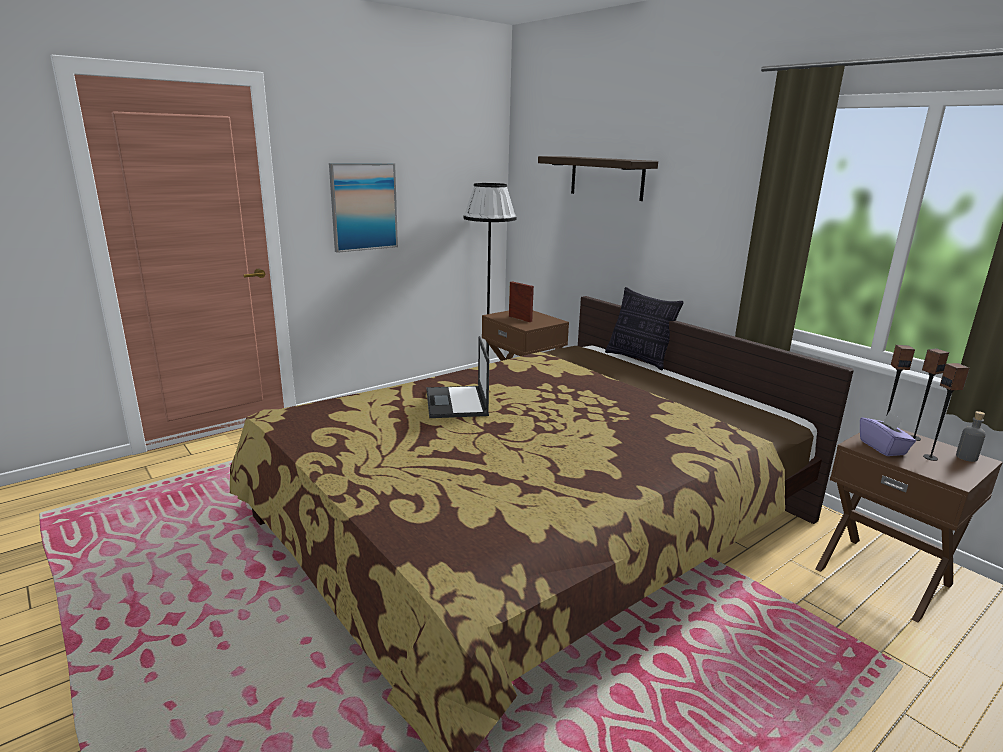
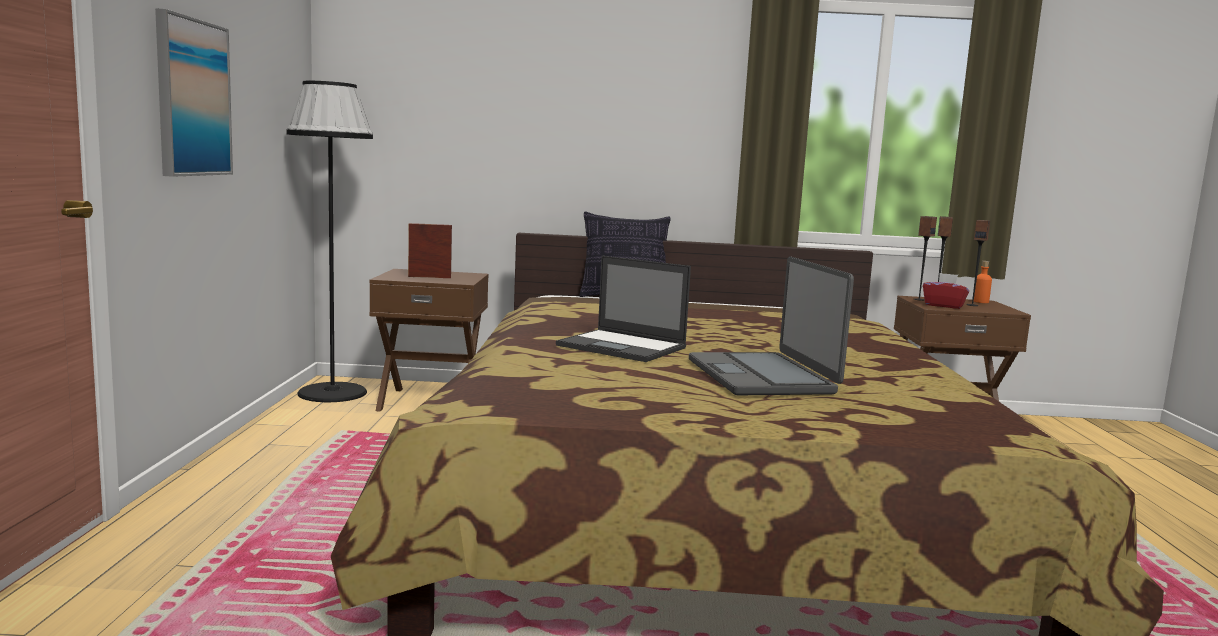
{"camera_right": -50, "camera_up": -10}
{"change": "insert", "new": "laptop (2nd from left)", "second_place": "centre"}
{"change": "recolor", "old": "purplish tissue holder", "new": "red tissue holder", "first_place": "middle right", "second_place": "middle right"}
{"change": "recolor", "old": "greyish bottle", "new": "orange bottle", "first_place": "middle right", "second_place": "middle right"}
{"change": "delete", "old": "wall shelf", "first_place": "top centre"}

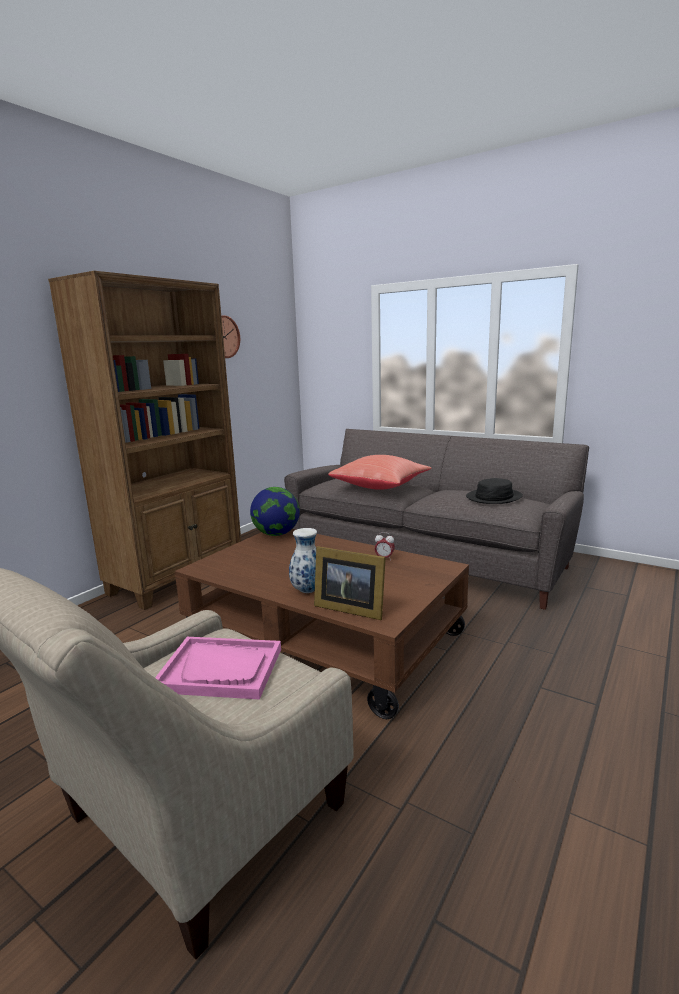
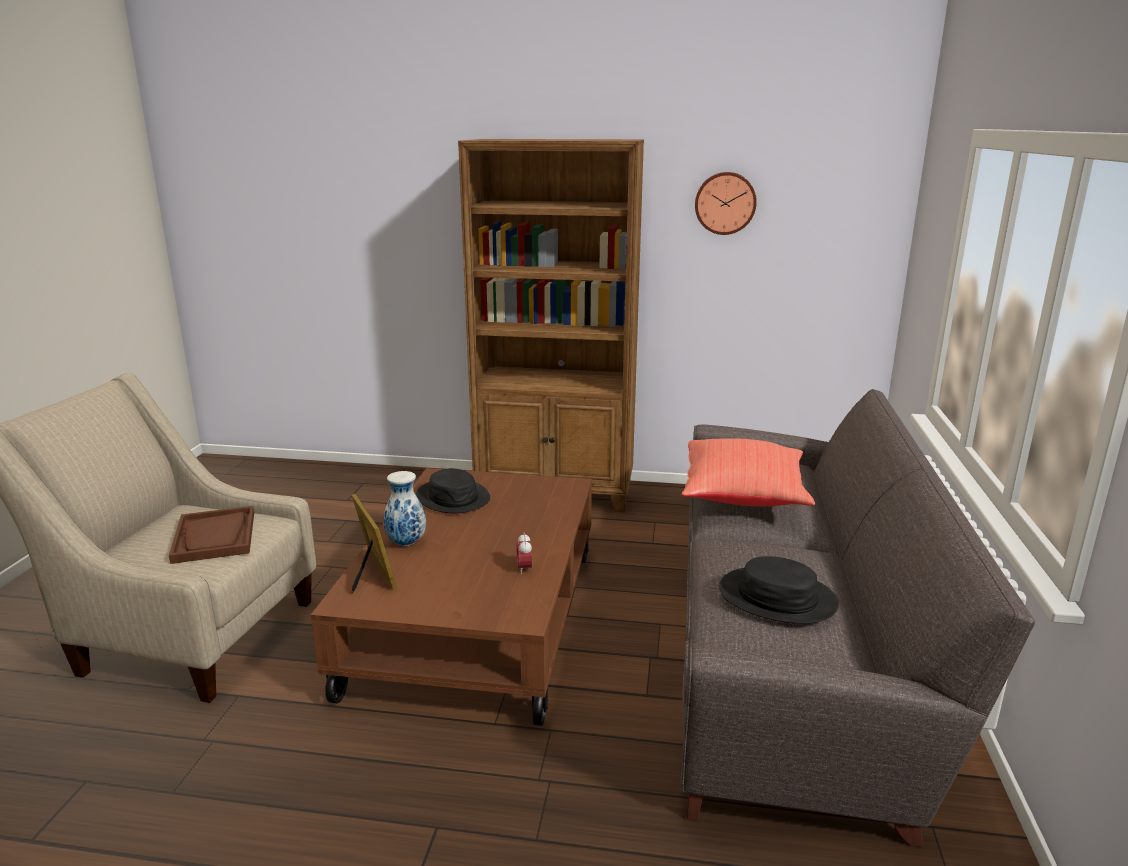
{"camera_right": 65, "camera_up": 5}
{"change": "recolor", "old": "pink tray", "new": "brown-coloured tray", "first_place": "bottom left", "second_place": "middle left"}
{"change": "rotate", "old": "photo frame", "first_place": "centre", "second_place": "middle left", "degrees": 150}
{"change": "insert", "new": "black wearable hat (1st from left)", "second_place": "centre"}
{"change": "delete", "old": "desk globe", "first_place": "centre"}

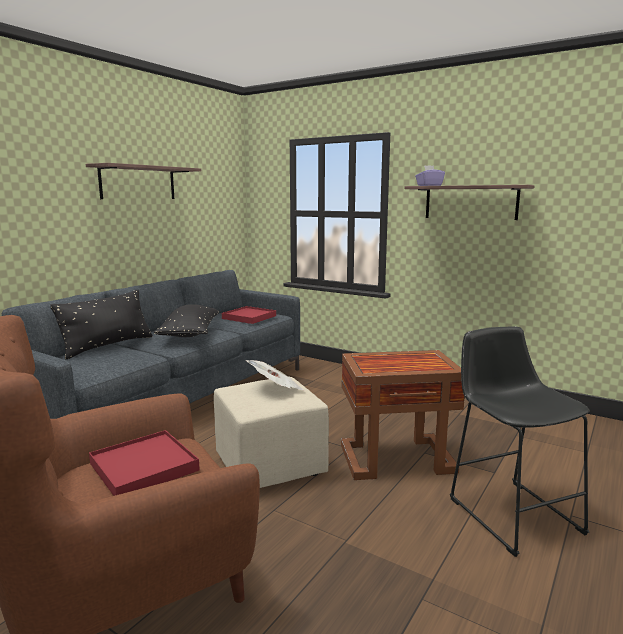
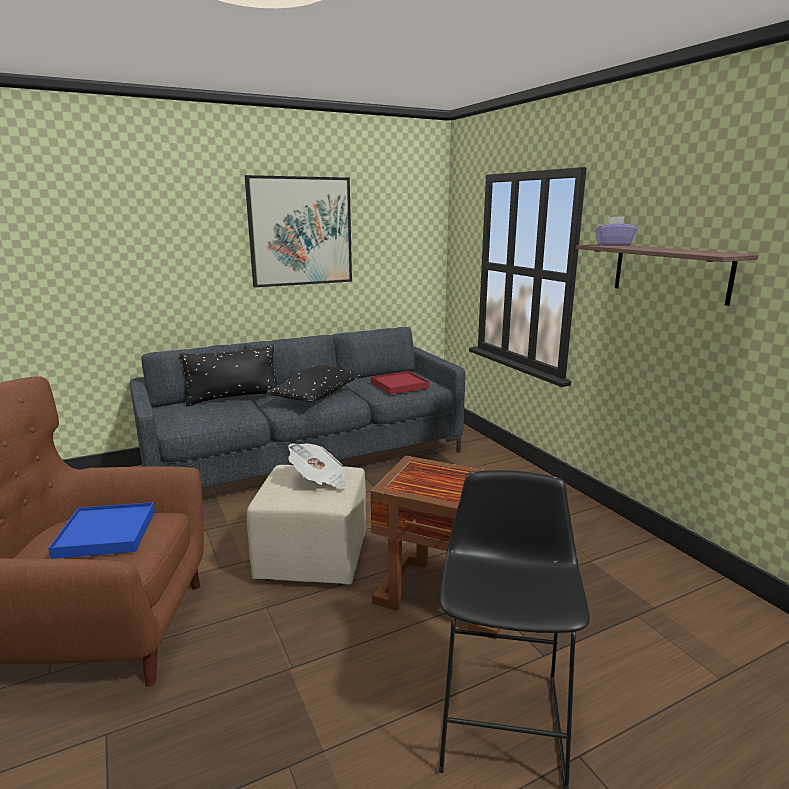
{"camera_right": 30, "camera_up": 5}
{"change": "recolor", "old": "red tray (1st from left)", "new": "blue-coloured tray", "first_place": "bottom left", "second_place": "bottom left"}
{"change": "replace", "old": "wall shelf (1st from left)", "new": "wall picture", "first_place": "top left", "second_place": "top centre"}

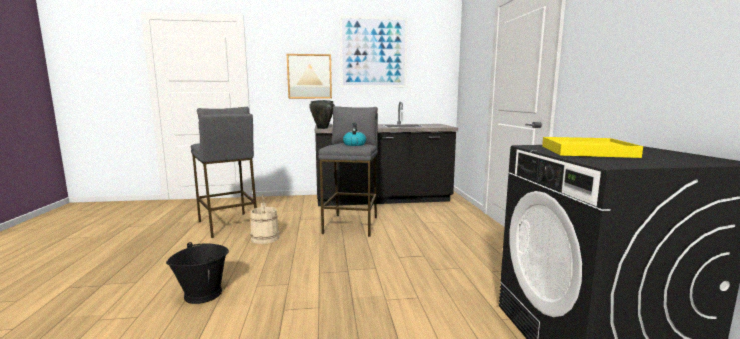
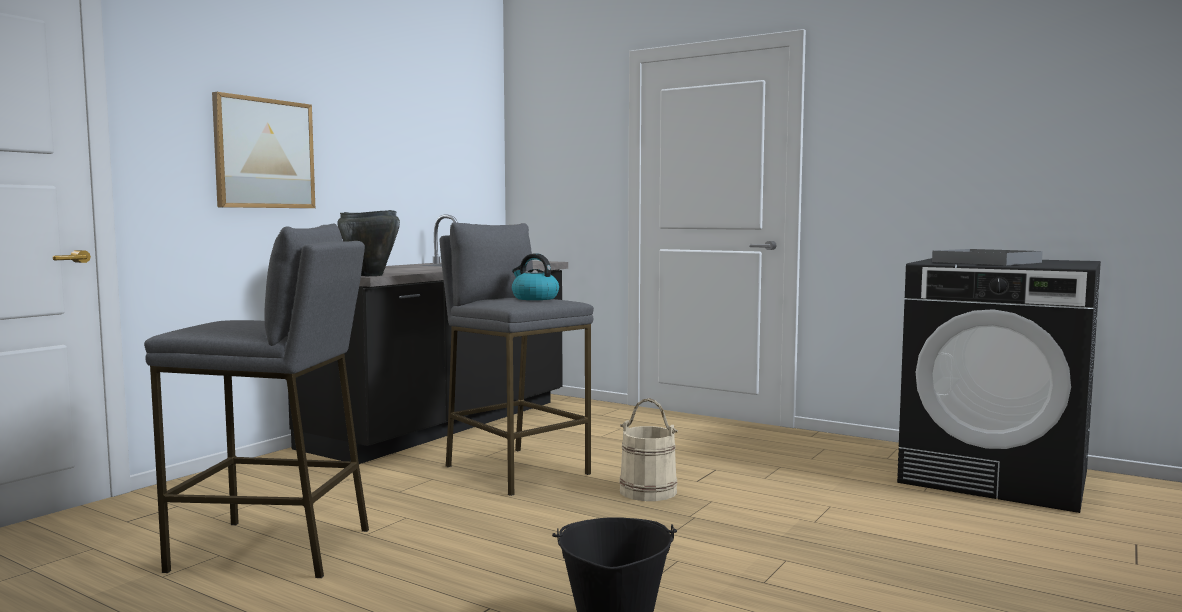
{"camera_right": -50, "camera_up": -5}
{"change": "move", "old": "beige water bucket", "first_place": "centre", "second_place": "bottom centre"}
{"change": "recolor", "old": "yellow tray", "new": "greyish tray", "first_place": "middle right", "second_place": "middle right"}
{"change": "delete", "old": "wall picture (2nd from left)", "first_place": "top centre"}

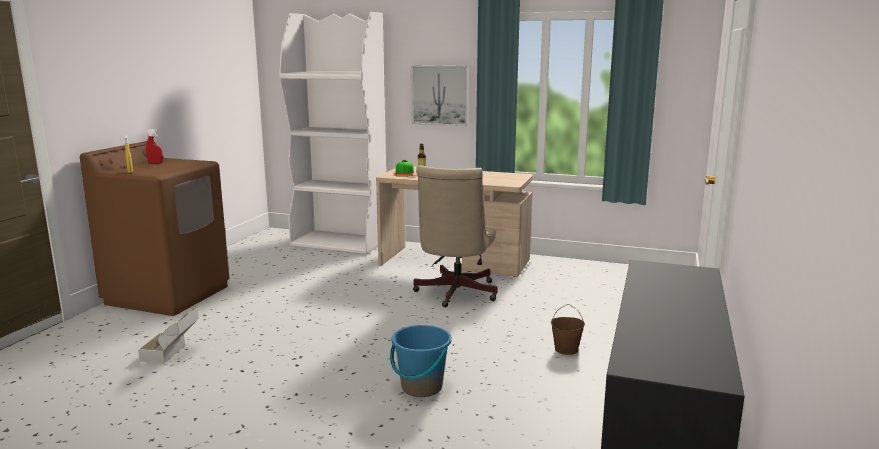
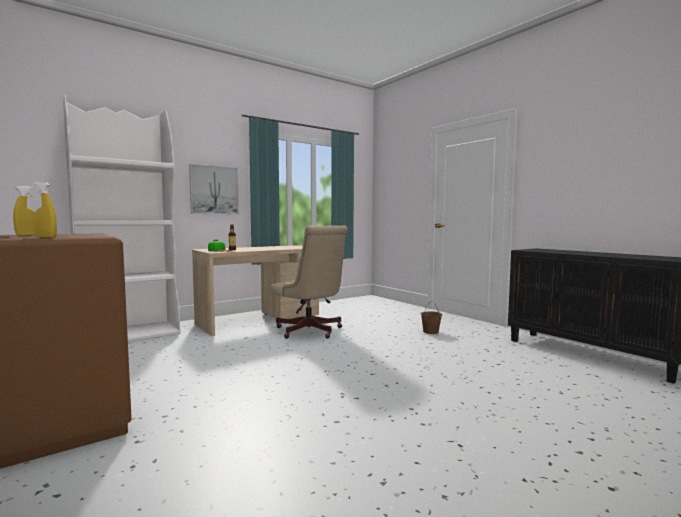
{"camera_right": -55, "camera_up": -10}
{"change": "recolor", "old": "red spray bottle", "new": "yellow spray bottle (1st from left)", "first_place": "top left", "second_place": "middle left"}
{"change": "delete", "old": "packing box", "first_place": "bottom left"}
{"change": "delete", "old": "blue-coloured water bucket", "first_place": "bottom centre"}

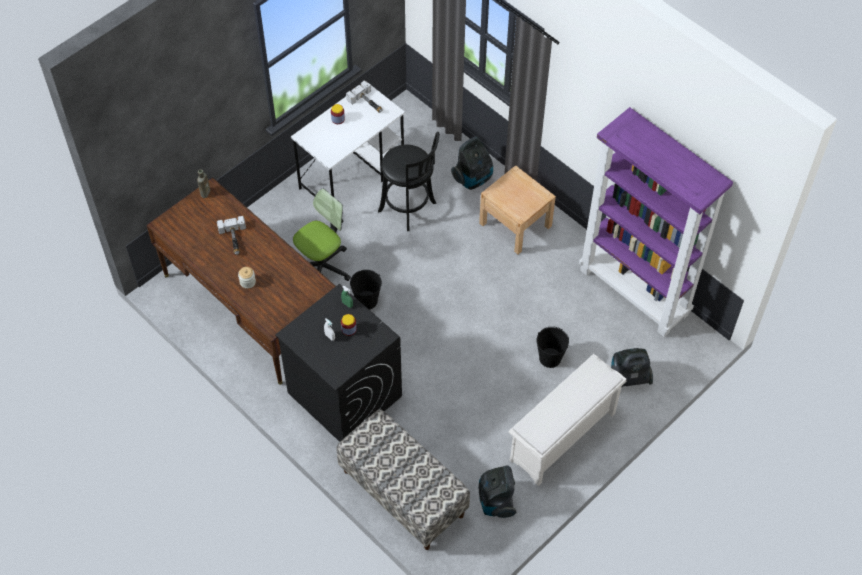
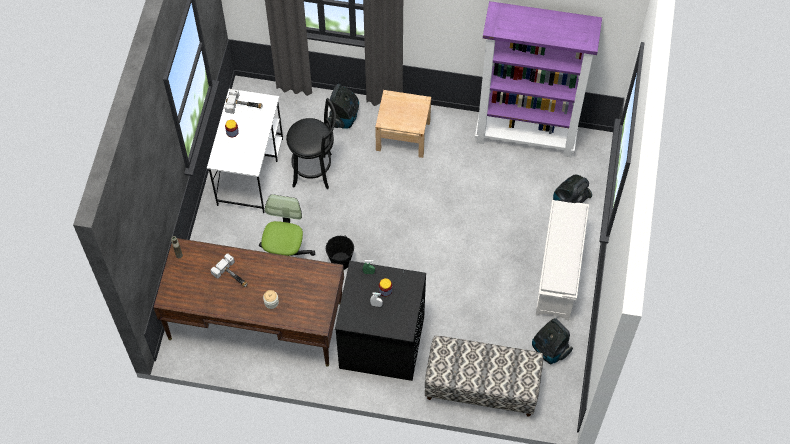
{"camera_right": -35, "camera_up": 5}
{"change": "delete", "old": "black water bucket (2nd from left)", "first_place": "centre"}

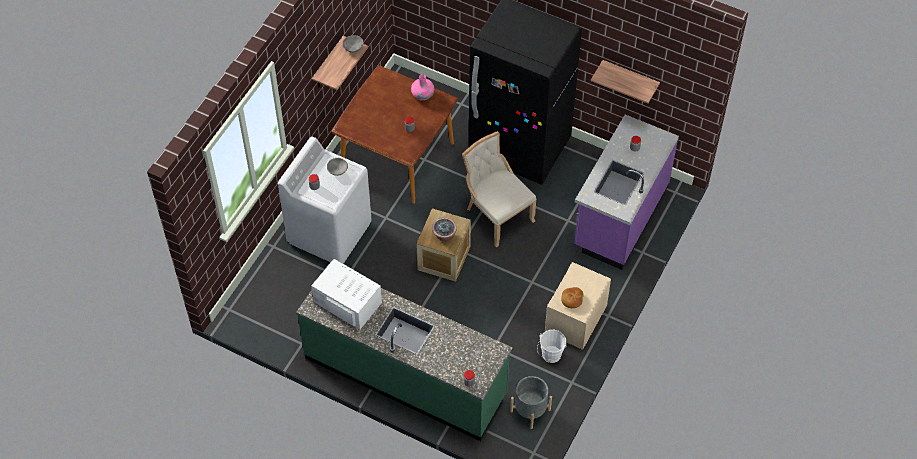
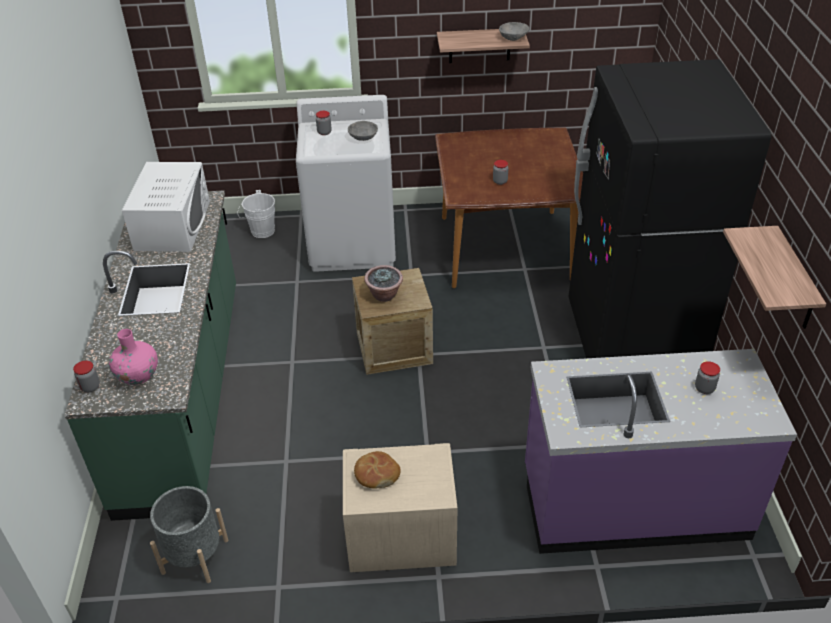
{"camera_right": 60, "camera_up": -15}
{"change": "move", "old": "pink vase", "first_place": "top centre", "second_place": "middle left"}
{"change": "move", "old": "white water bucket", "first_place": "bottom centre", "second_place": "middle left"}
{"change": "delete", "old": "beige chair", "first_place": "centre"}

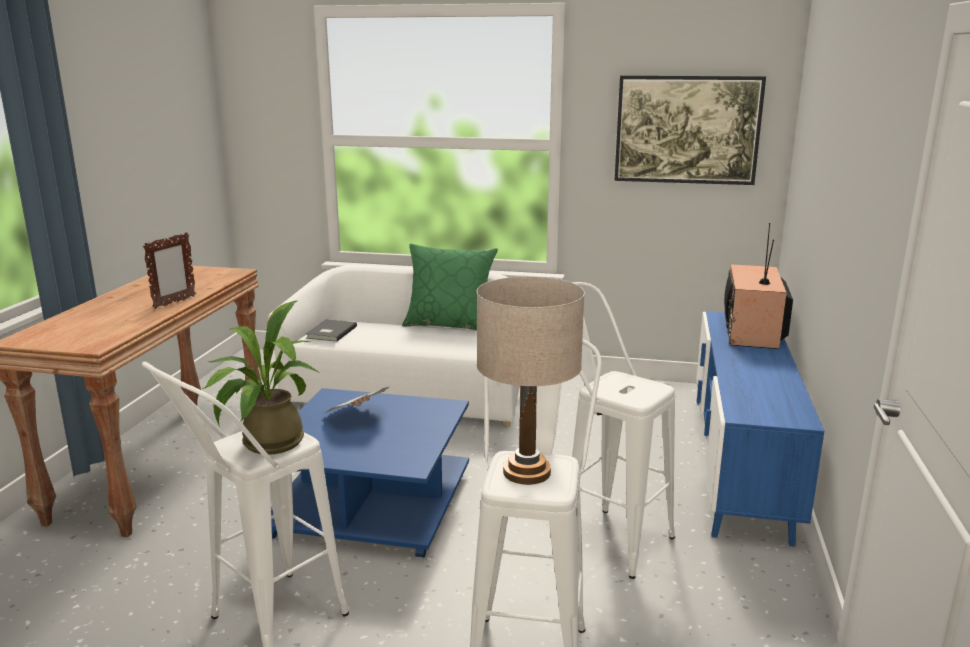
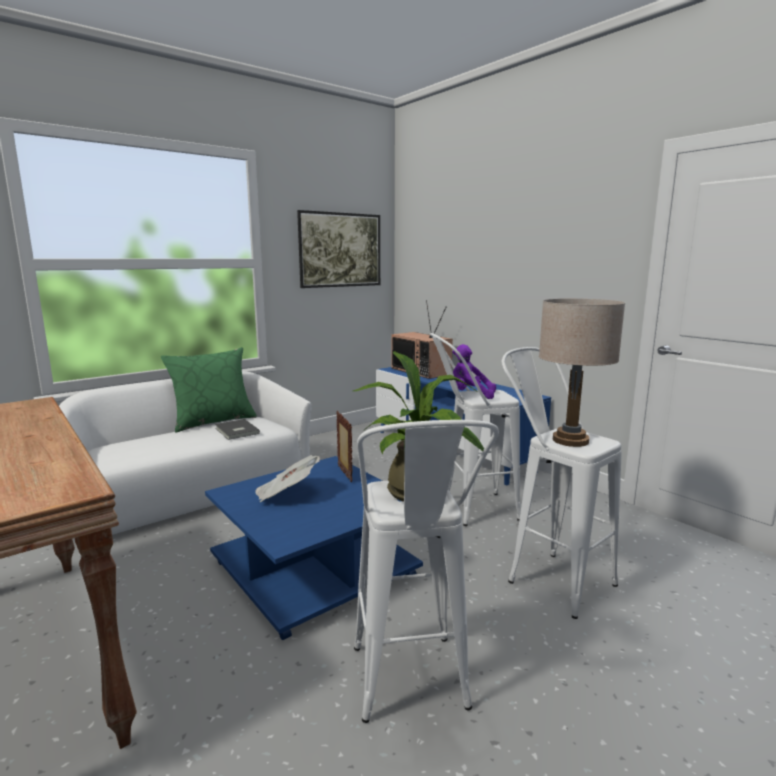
{"camera_right": -50, "camera_up": -5}
{"change": "move", "old": "greyish volume", "first_place": "centre", "second_place": "middle left"}
{"change": "move", "old": "photo frame", "first_place": "middle left", "second_place": "centre"}
{"change": "insert", "new": "purplish soft toy", "second_place": "centre"}

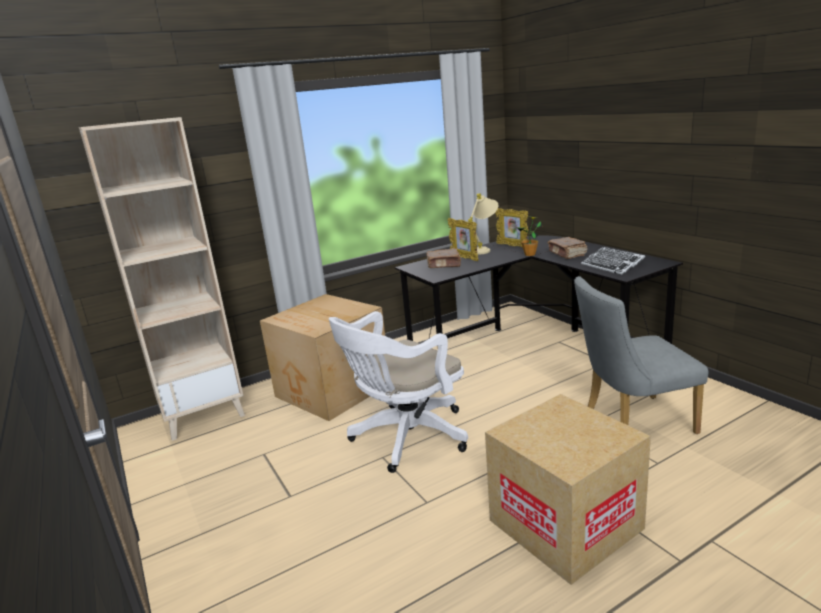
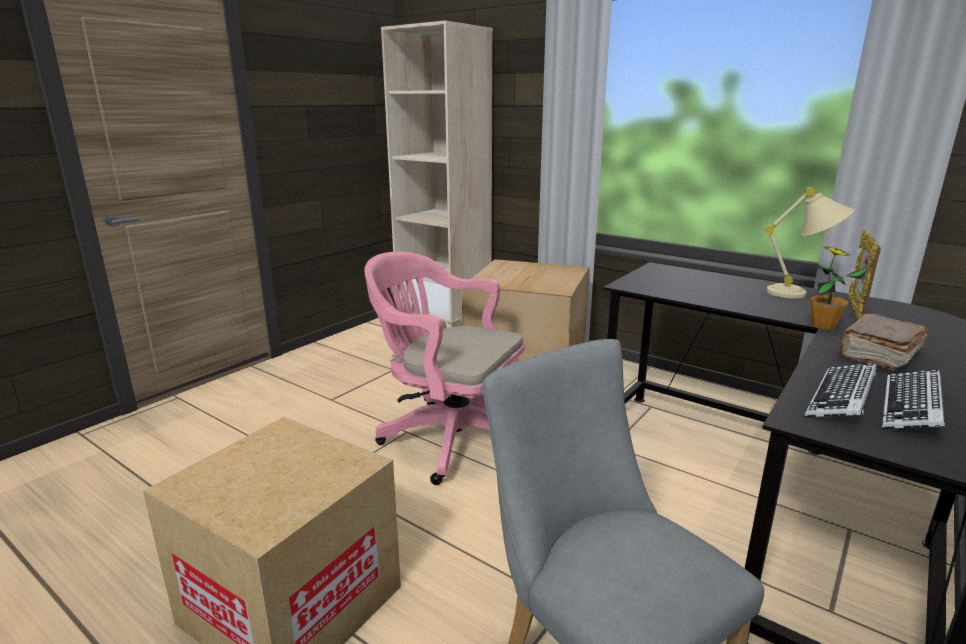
{"camera_right": 65, "camera_up": 0}
{"change": "recolor", "old": "white computer chair", "new": "pink computer chair", "first_place": "centre", "second_place": "centre"}
{"change": "delete", "old": "brown-coloured volume (1st from left)", "first_place": "centre"}
{"change": "delete", "old": "photo frame (1st from left)", "first_place": "centre"}

